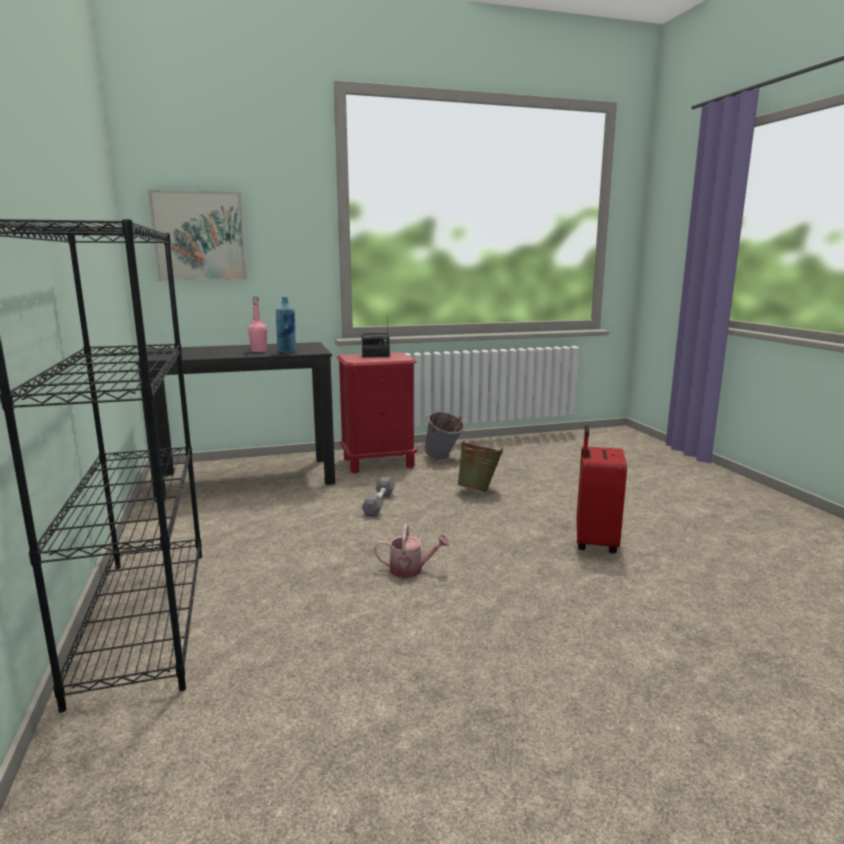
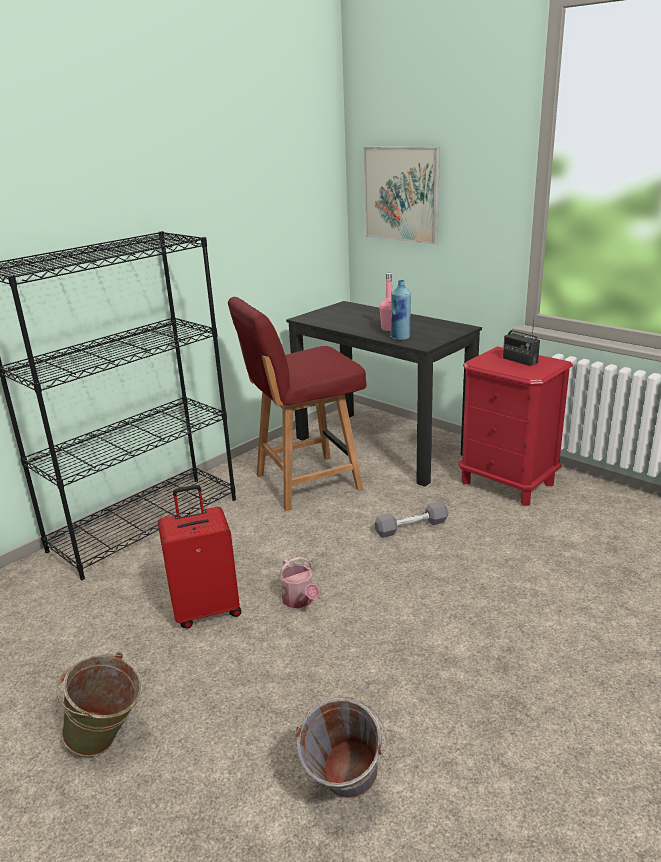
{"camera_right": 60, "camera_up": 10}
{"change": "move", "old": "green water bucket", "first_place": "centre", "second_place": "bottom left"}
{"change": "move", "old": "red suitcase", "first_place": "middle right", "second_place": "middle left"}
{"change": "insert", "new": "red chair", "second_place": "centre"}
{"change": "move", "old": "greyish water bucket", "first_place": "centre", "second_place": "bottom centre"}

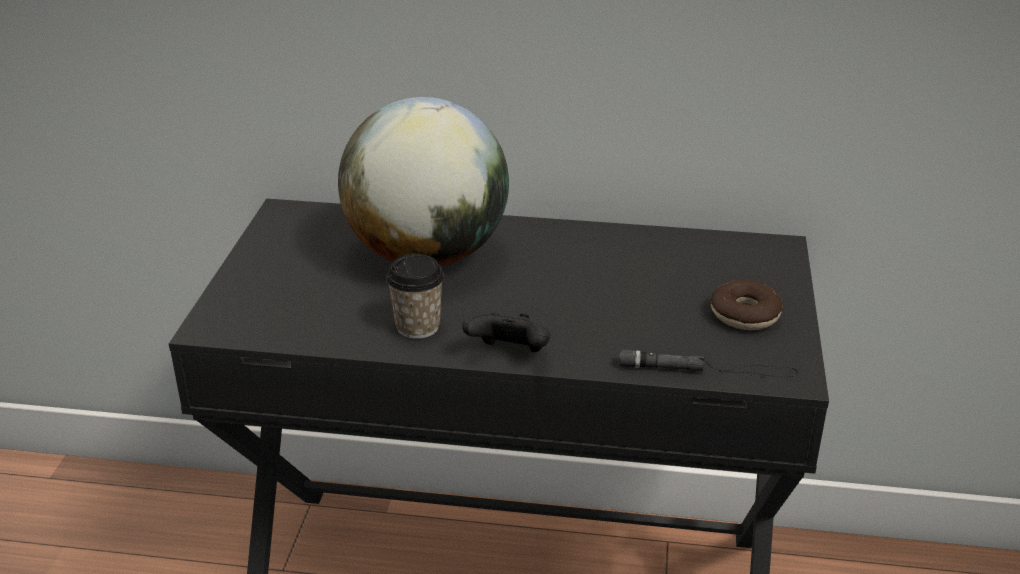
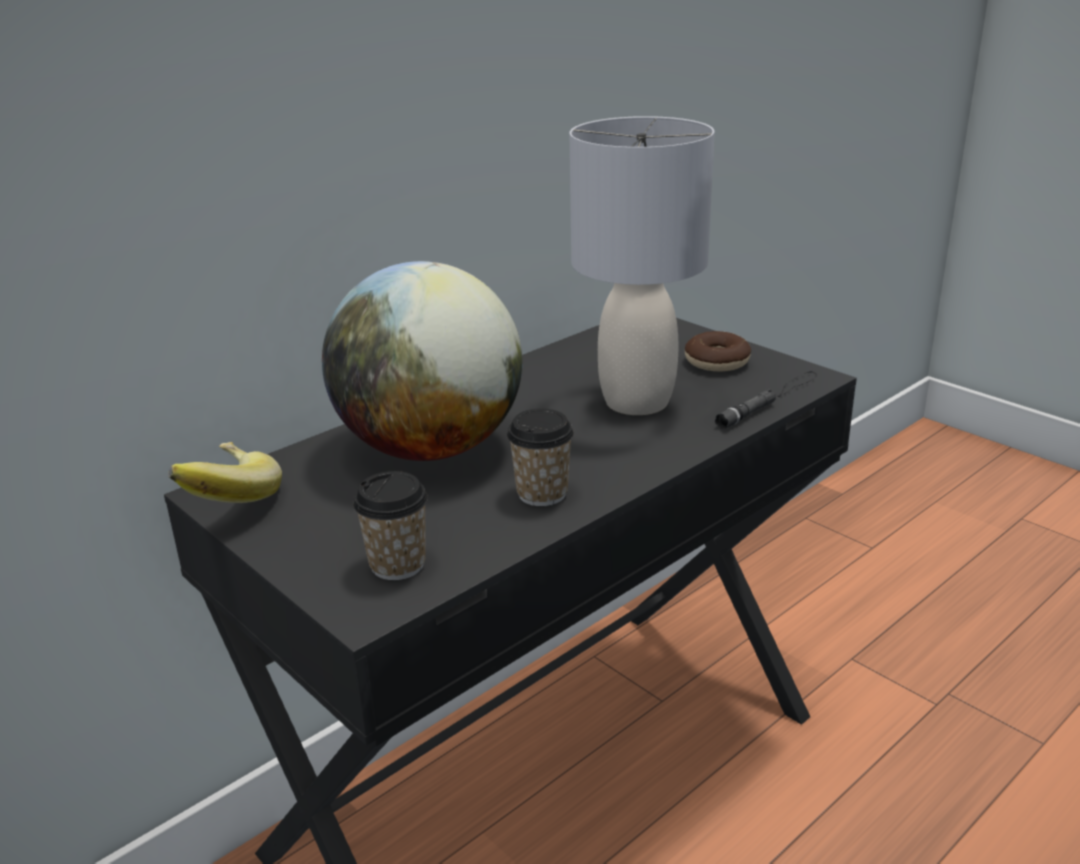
{"camera_right": -50, "camera_up": -5}
{"change": "insert", "new": "banana", "second_place": "middle left"}
{"change": "insert", "new": "cup (1st from left)", "second_place": "centre"}
{"change": "insert", "new": "greyish lamp for a table", "second_place": "top centre"}
{"change": "delete", "old": "black joypad", "first_place": "centre"}

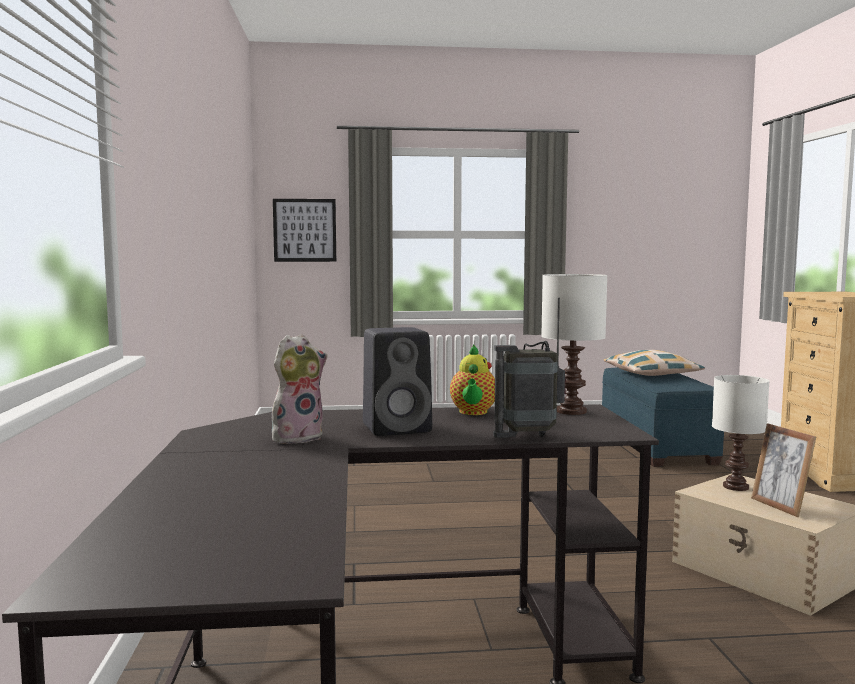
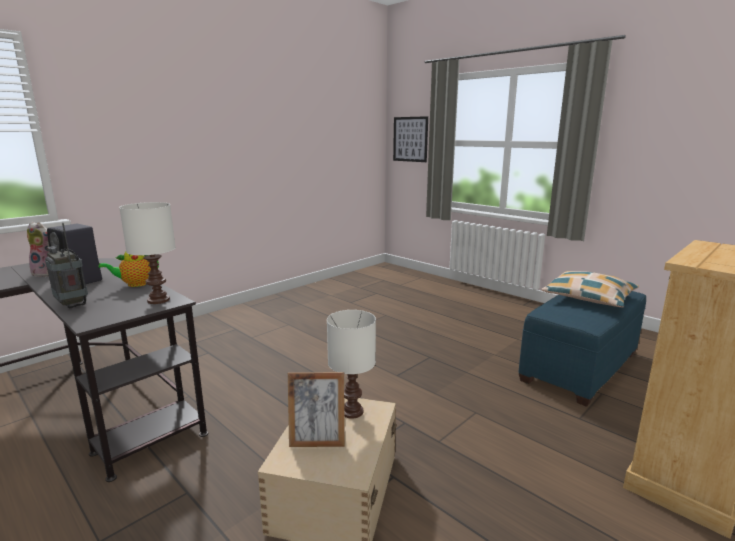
{"camera_right": 50, "camera_up": 10}
{"change": "rotate", "old": "photo frame", "first_place": "bottom right", "second_place": "bottom centre", "degrees": -120}

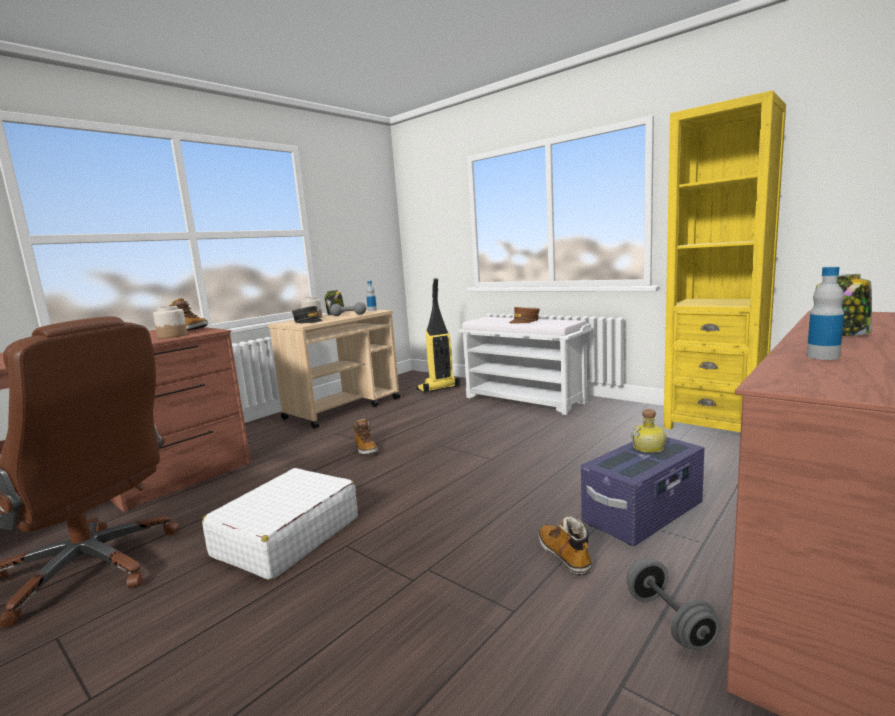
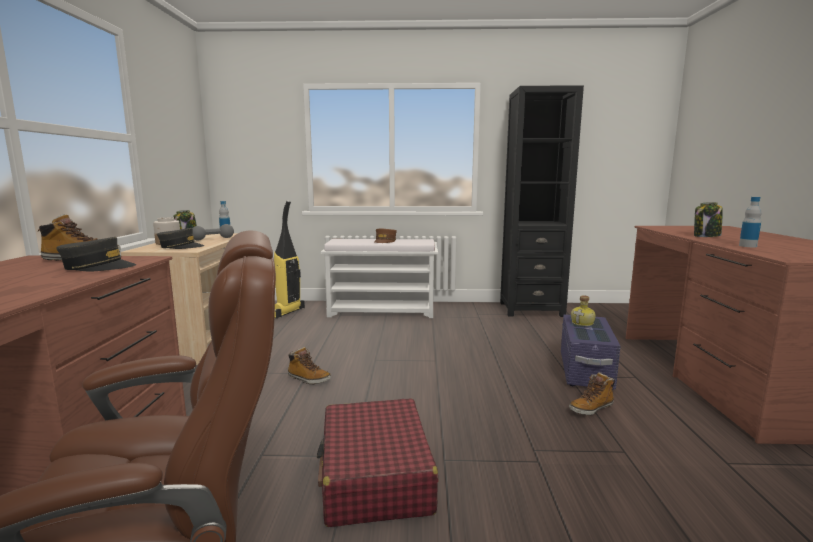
{"camera_right": -40, "camera_up": 0}
{"change": "replace", "old": "storage jar (1st from left)", "new": "greyish peaked cap (1st from left)", "first_place": "middle left", "second_place": "middle left"}
{"change": "recolor", "old": "white suitcase", "new": "red suitcase", "first_place": "bottom left", "second_place": "bottom centre"}
{"change": "recolor", "old": "yellow shelving unit", "new": "black shelving unit", "first_place": "middle right", "second_place": "middle right"}
{"change": "rotate", "old": "high-top boot (3rd from left)", "first_place": "bottom centre", "second_place": "bottom right", "degrees": -60}
{"change": "delete", "old": "greyish free weight (2nd from left)", "first_place": "bottom right"}

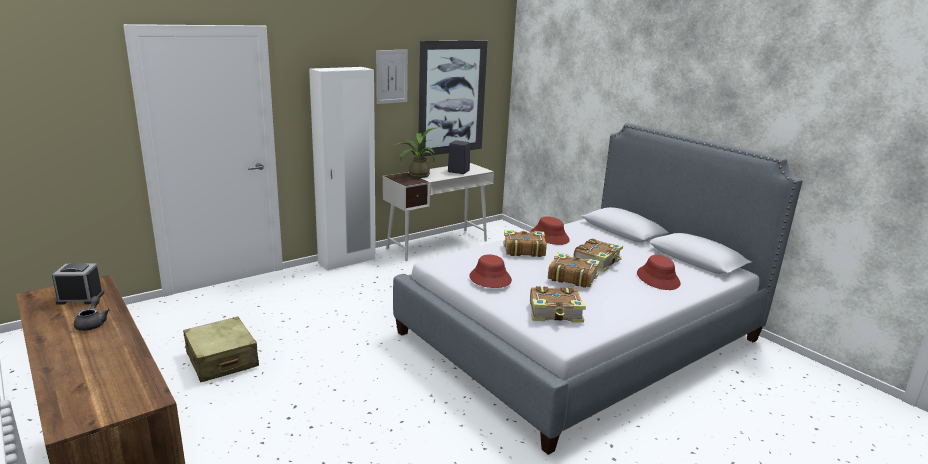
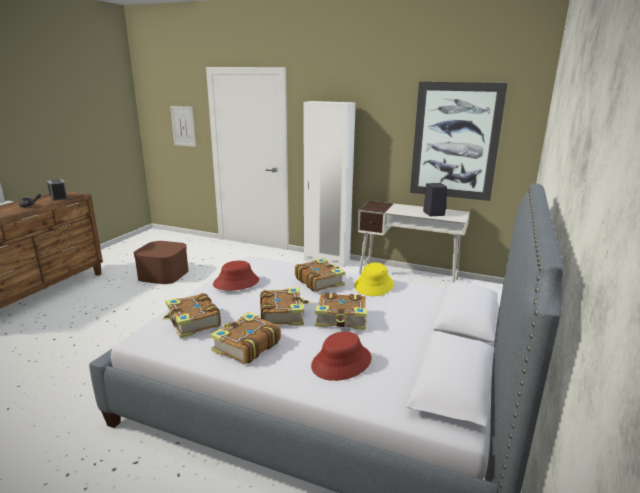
{"camera_right": 60, "camera_up": 0}
{"change": "replace", "old": "beige suitcase", "new": "brown-coloured storage container", "first_place": "bottom left", "second_place": "middle left"}
{"change": "move", "old": "wall picture (1st from left)", "first_place": "top centre", "second_place": "top left"}
{"change": "insert", "new": "volume (2nd from left)", "second_place": "bottom centre"}
{"change": "recolor", "old": "red wearable hat (2nd from left)", "new": "yellow wearable hat", "first_place": "centre", "second_place": "centre"}
{"change": "delete", "old": "potted plant", "first_place": "top centre"}

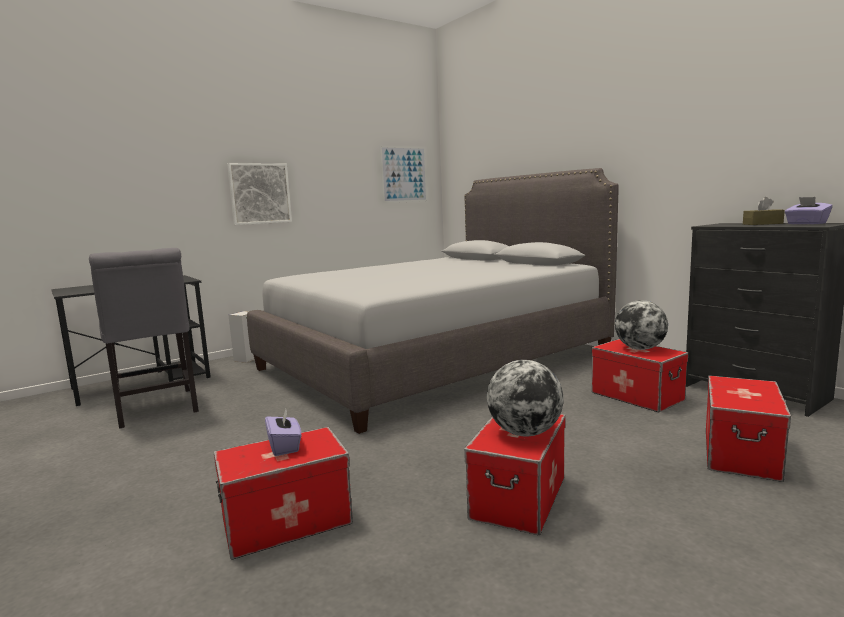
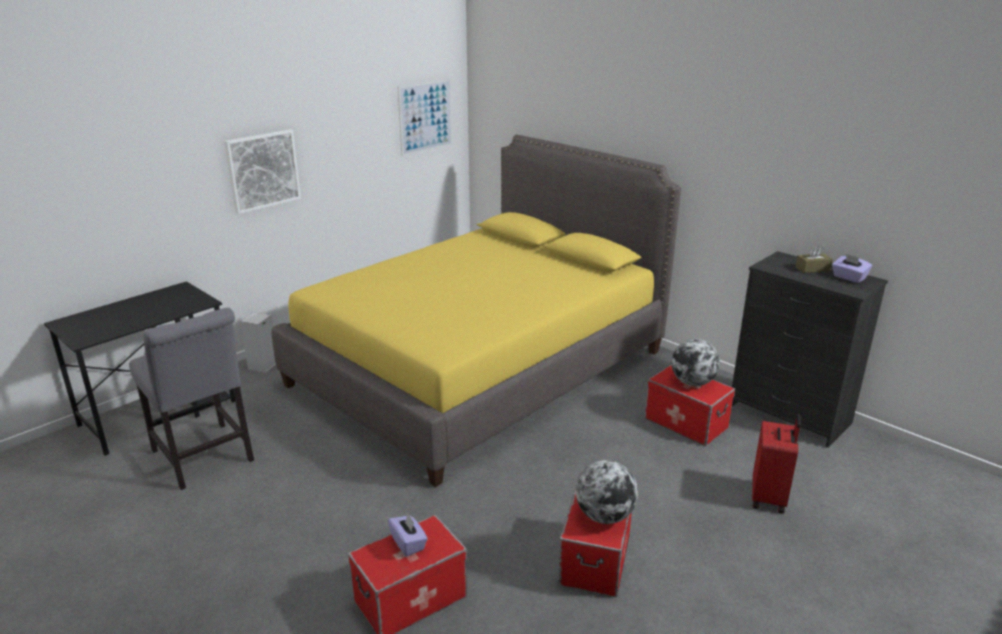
{"camera_right": -10, "camera_up": 15}
{"change": "recolor", "old": "greyish bed", "new": "yellow bed", "first_place": "centre", "second_place": "centre"}
{"change": "replace", "old": "storage container (4th from left)", "new": "red suitcase", "first_place": "bottom right", "second_place": "bottom right"}

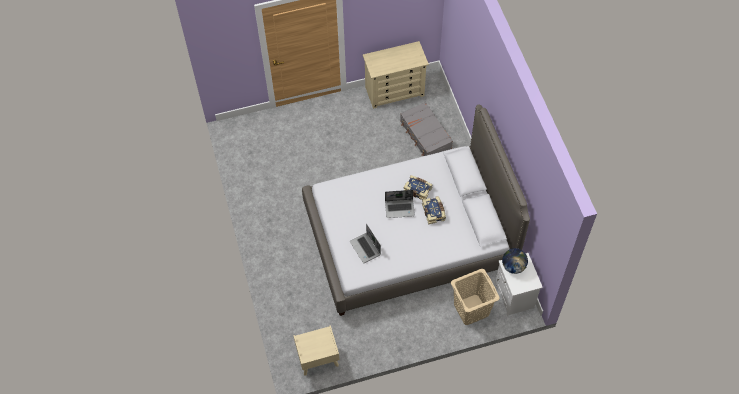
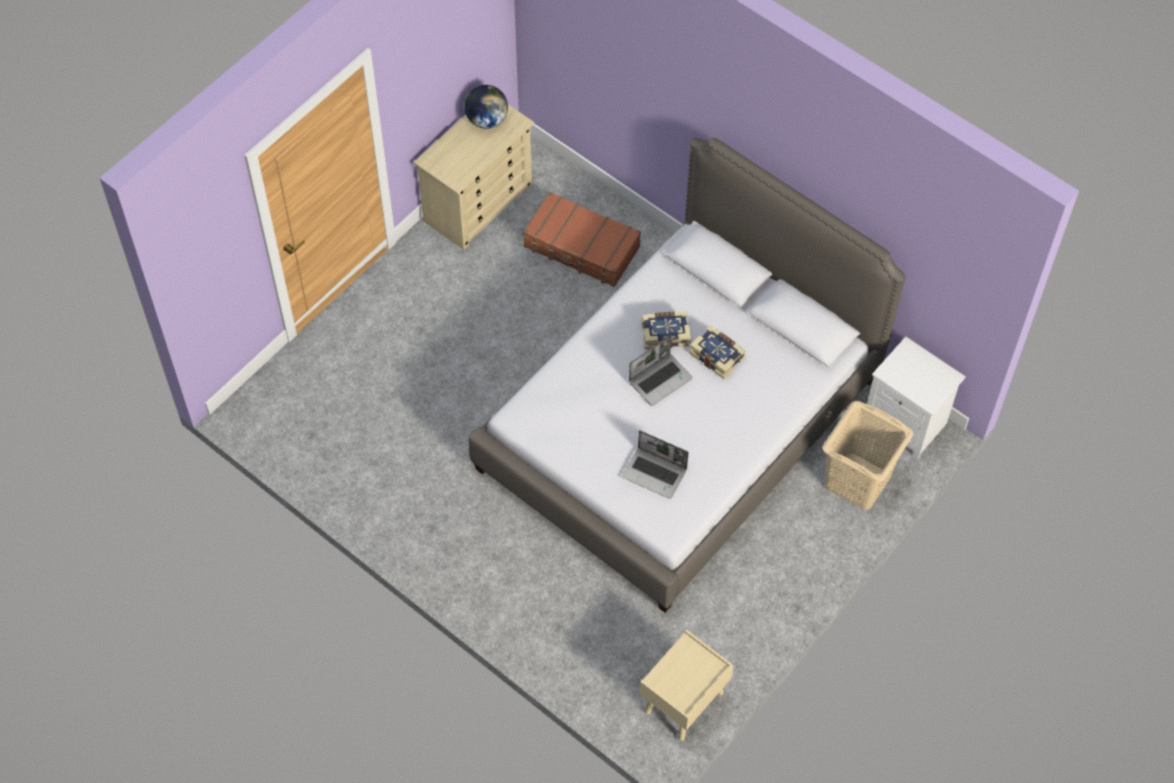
{"camera_right": -35, "camera_up": 0}
{"change": "move", "old": "desk globe", "first_place": "middle right", "second_place": "top centre"}
{"change": "recolor", "old": "greyish suitcase", "new": "brown-coloured suitcase", "first_place": "top centre", "second_place": "top centre"}

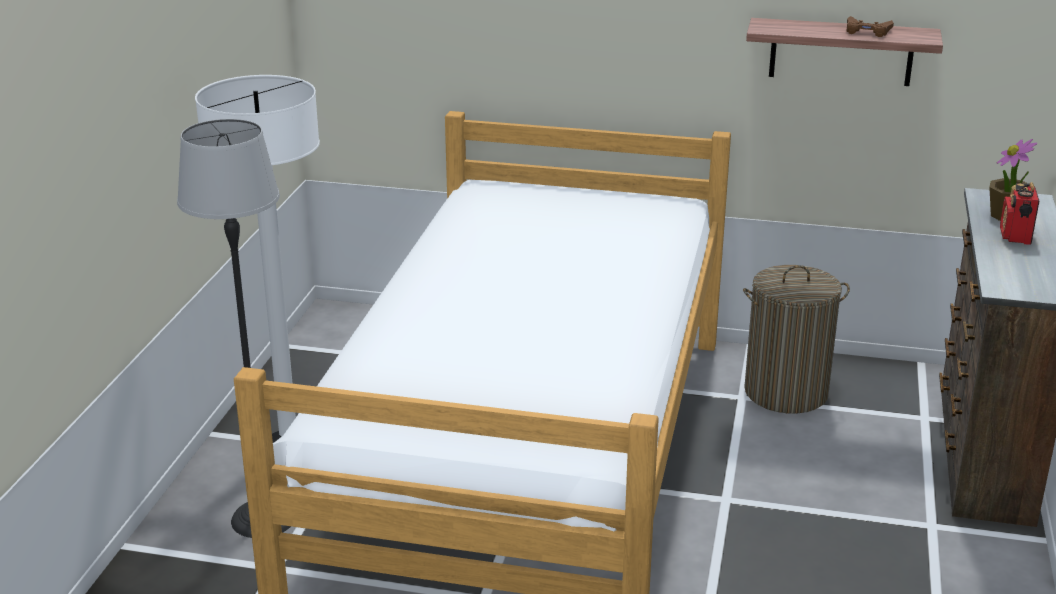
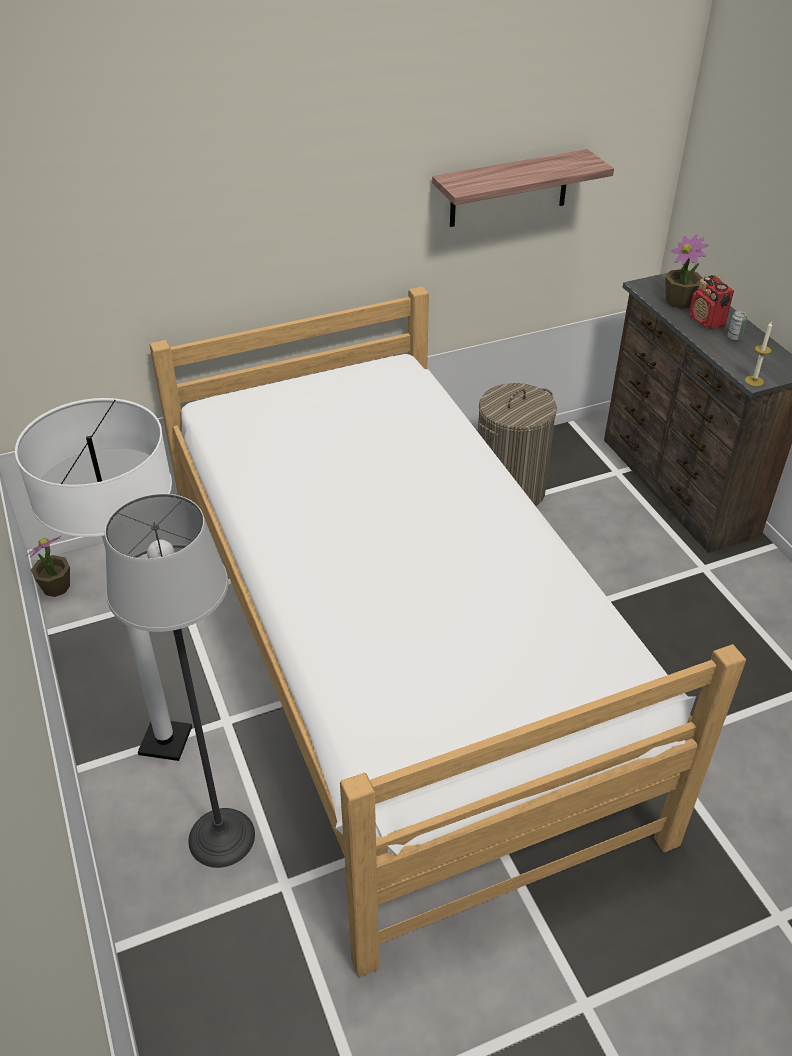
{"camera_right": -35, "camera_up": 15}
{"change": "insert", "new": "potted plant (1st from left)", "second_place": "middle left"}
{"change": "insert", "new": "metal can", "second_place": "top right"}
{"change": "insert", "new": "wax light", "second_place": "middle right"}
{"change": "delete", "old": "brown-coloured joypad", "first_place": "top right"}

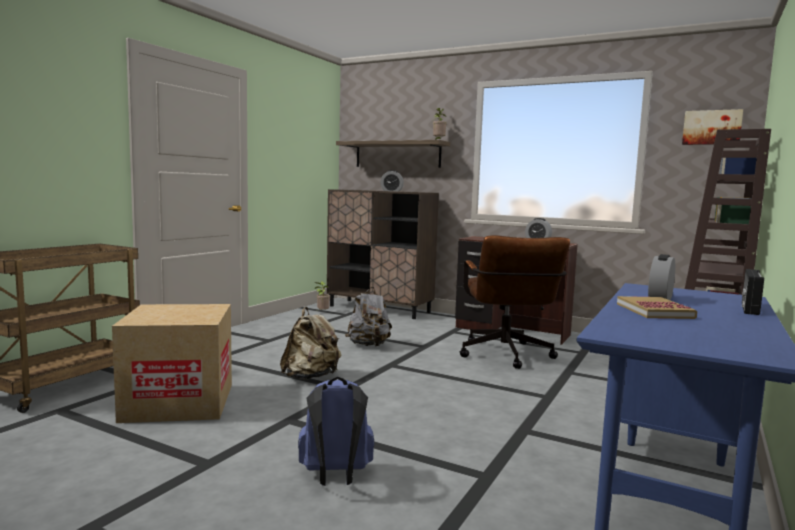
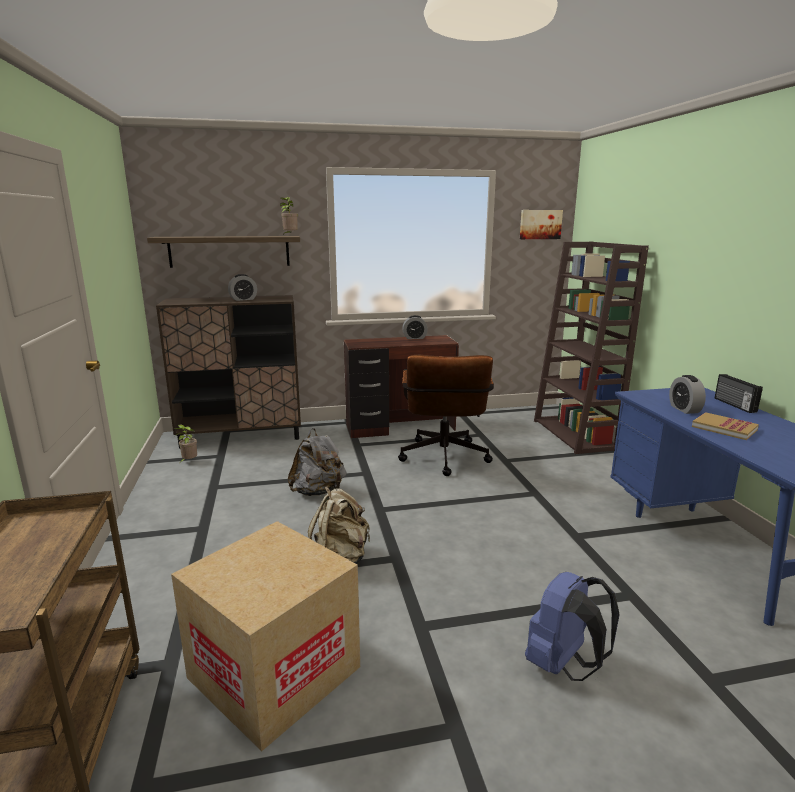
{"camera_right": -40, "camera_up": 10}
{"change": "rotate", "old": "brown-coloured computer chair", "first_place": "centre", "second_place": "centre", "degrees": 45}

